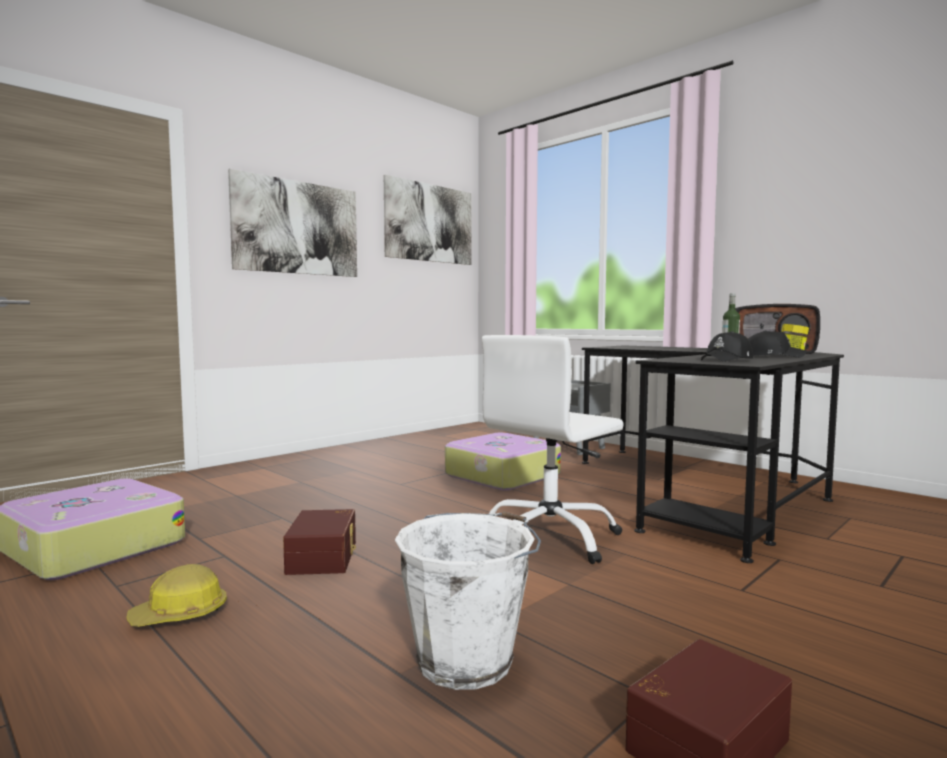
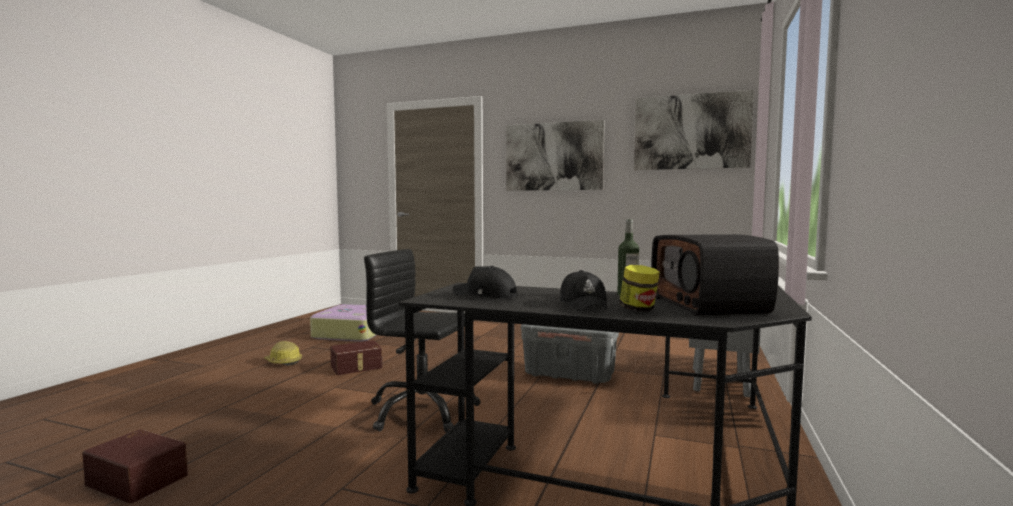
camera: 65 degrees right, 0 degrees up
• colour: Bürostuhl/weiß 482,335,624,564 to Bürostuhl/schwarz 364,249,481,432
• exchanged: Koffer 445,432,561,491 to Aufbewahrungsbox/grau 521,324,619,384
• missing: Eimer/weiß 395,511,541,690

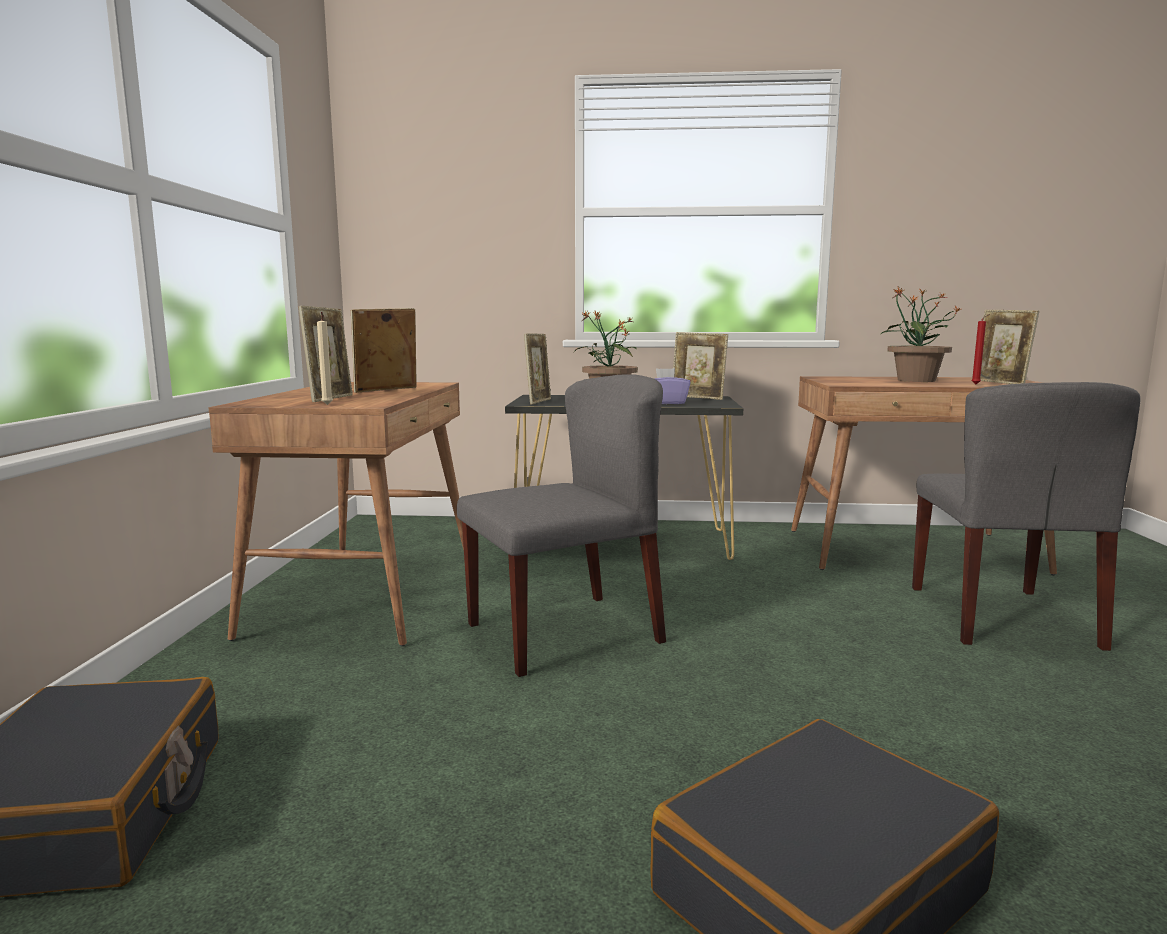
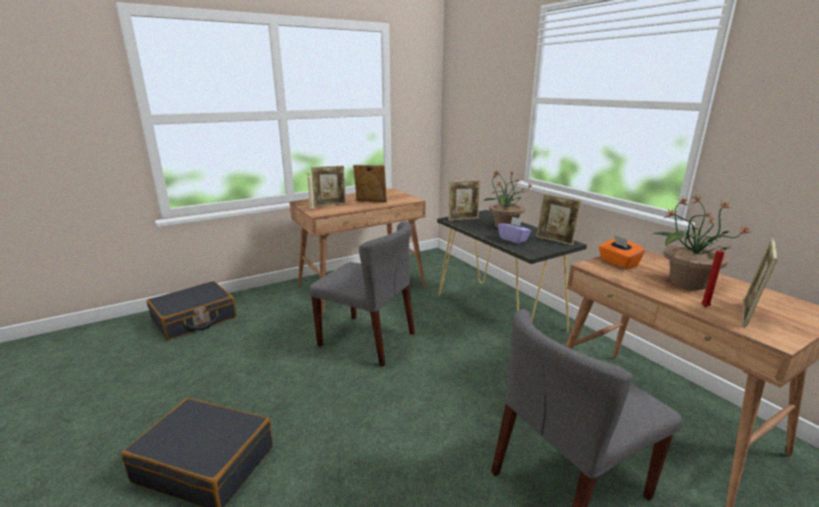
camera: 55 degrees right, 10 degrees up
• spun: Bilderrahmen 673,332,728,400 = 536,194,582,246 45 degrees counterclockwise
• appeared: Taschentuchbox/orange 599,235,645,269

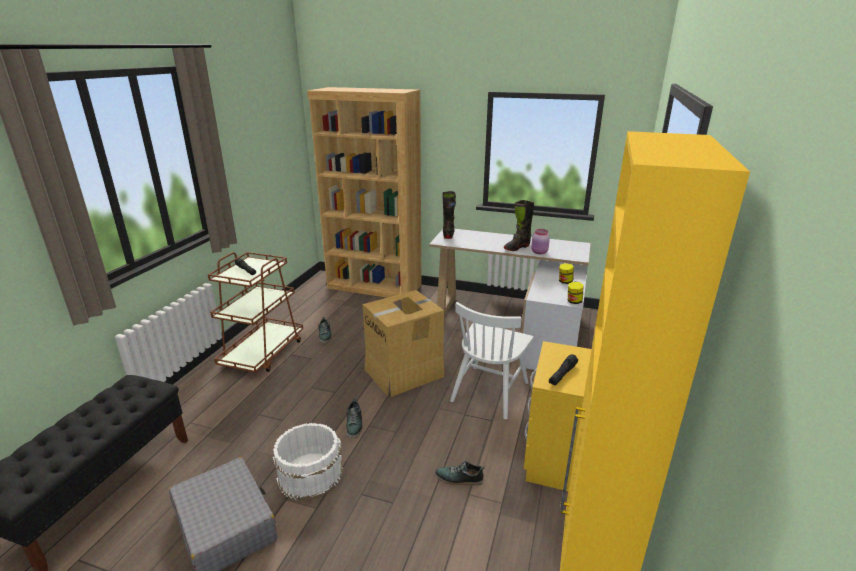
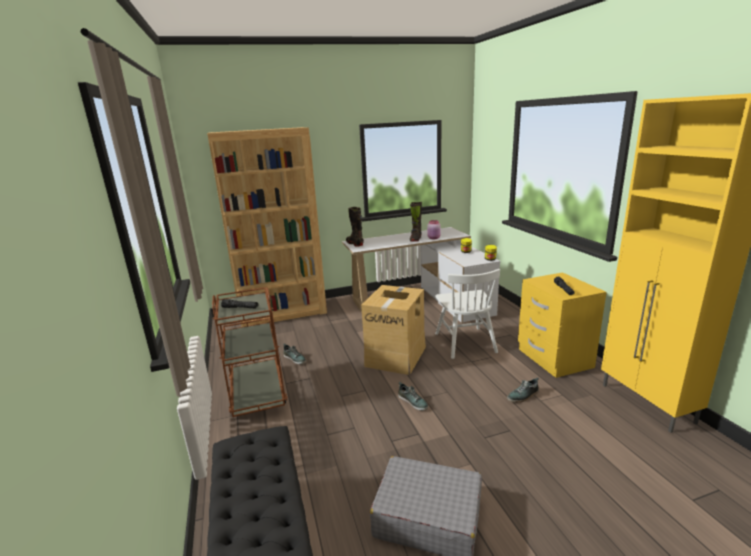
camera: 35 degrees left, 5 degrees down
• missing: Eimer/weiß 273,423,343,501

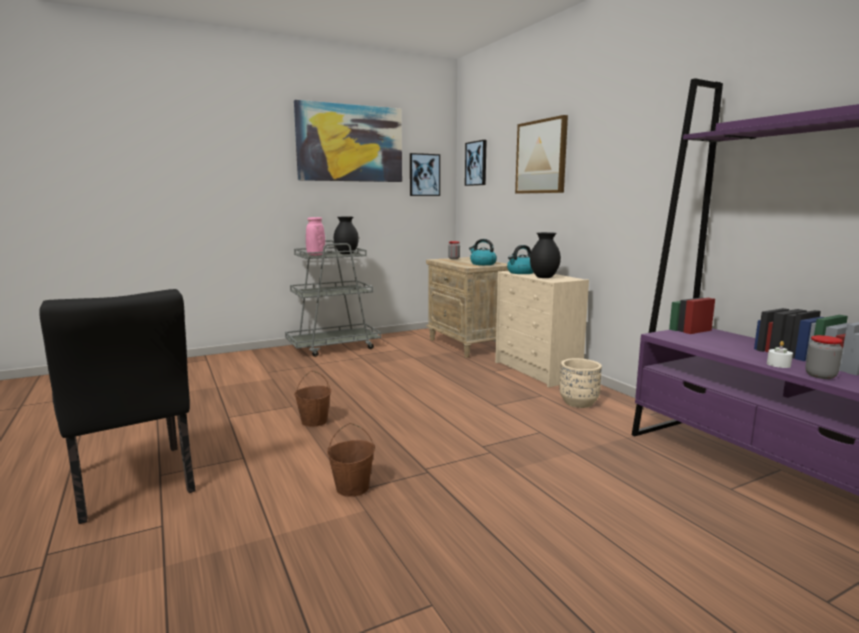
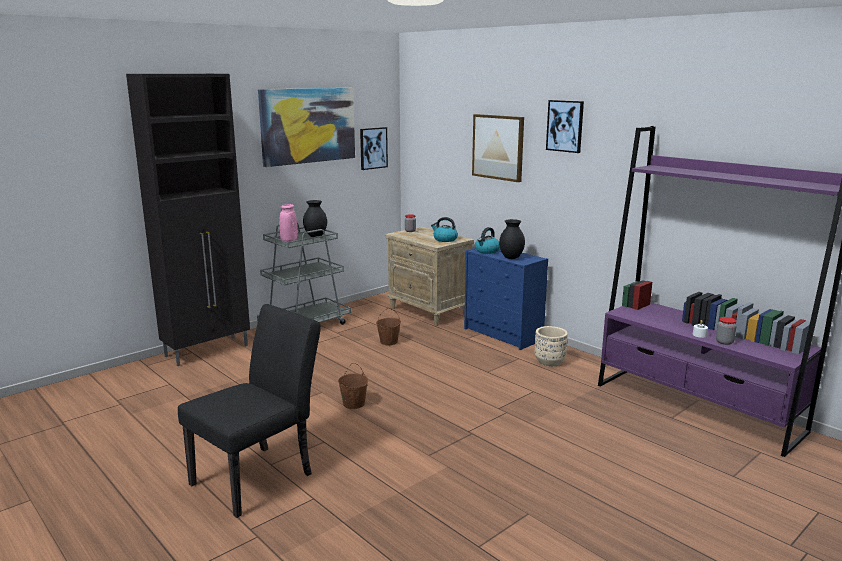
camera: 15 degrees left, 5 degrees up
• appeared: Schrank/schwarz 126,74,250,366
• spun: Stuhl/schwarz 39,289,195,524 = 178,304,321,518 90 degrees counterclockwise
• relocated: Eimer/braun 327,423,375,497 to 376,308,401,345
• colour: Kommode/beige 495,271,589,387 to Kommode/blau 464,248,548,350
• relocated: Bild 465,140,487,186 to 546,100,584,153

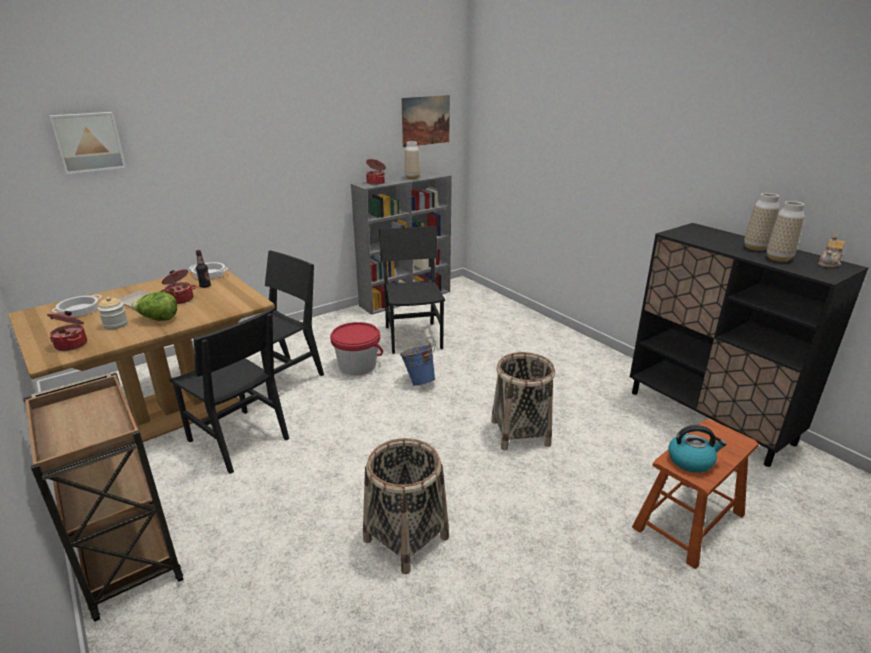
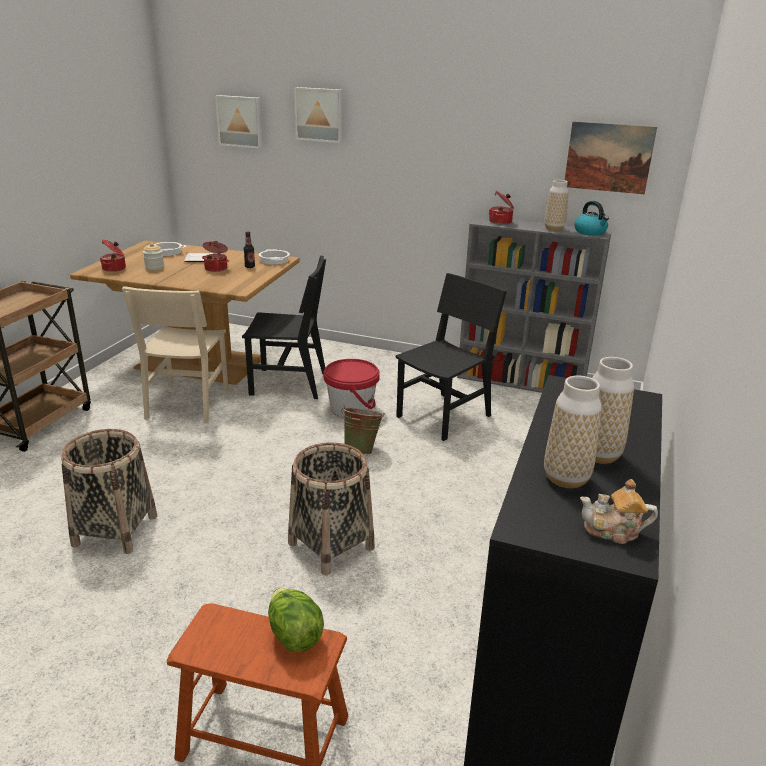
camera: 55 degrees right, 0 degrees up
• colour: Stuhl/schwarz 169,308,289,474 to Stuhl/beige 122,286,228,424
• relocated: Salatkopf 131,292,177,321 to 268,588,324,652
• appeared: Bild 294,87,343,143
• colour: Eimer/blau 400,343,435,386 to Eimer/grün 341,406,385,455
• relocated: Wasserkessel 668,425,726,472 to 574,201,609,236

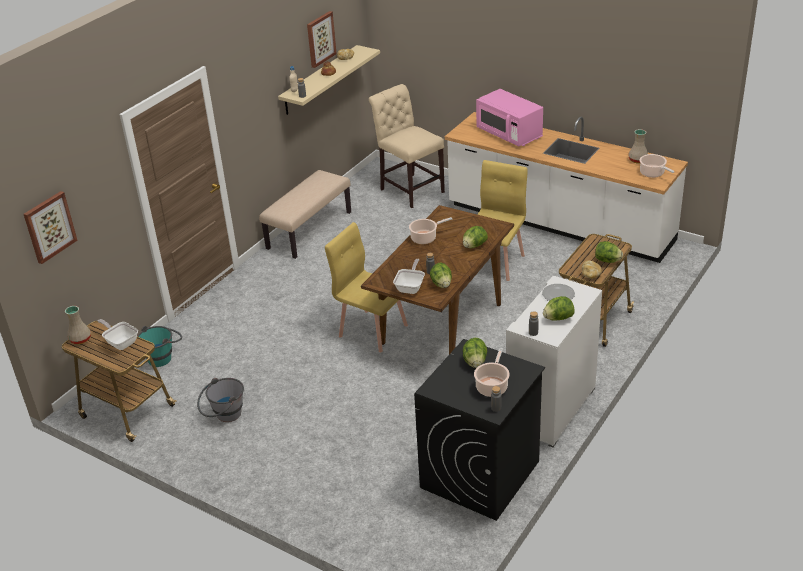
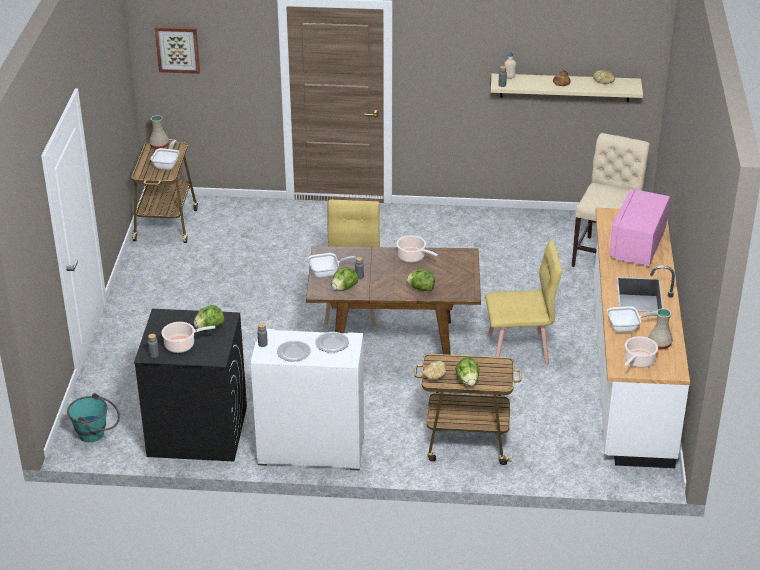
camera: 60 degrees right, 0 degrees up
• relocated: Eimer/türkis 137,326,182,367 to 67,393,120,442
• exchanged: Salatkopf 543,296,575,320 to Teller 277,340,311,362
• appeared: Pfanne 607,306,657,333
• missing: Eimer/grau 197,378,244,422
• missing: Bank/beige 259,170,351,259
• missing: Bild 307,11,337,68

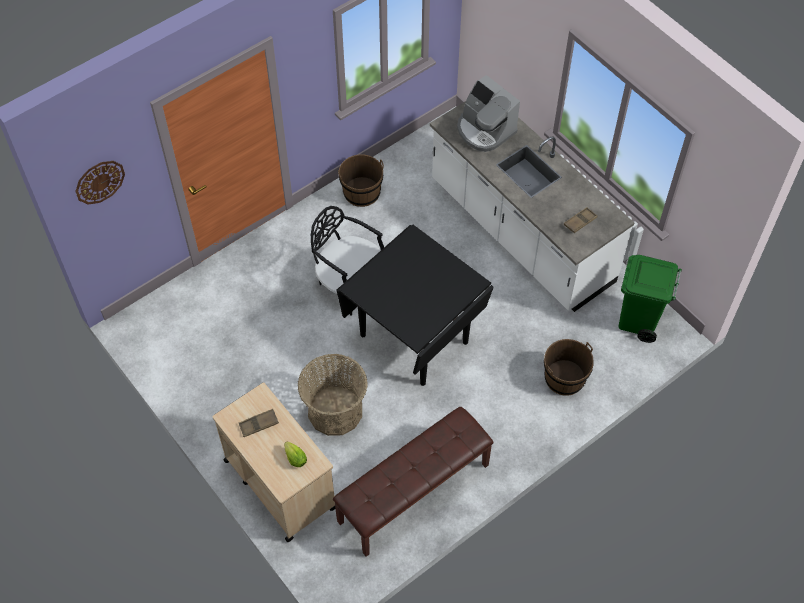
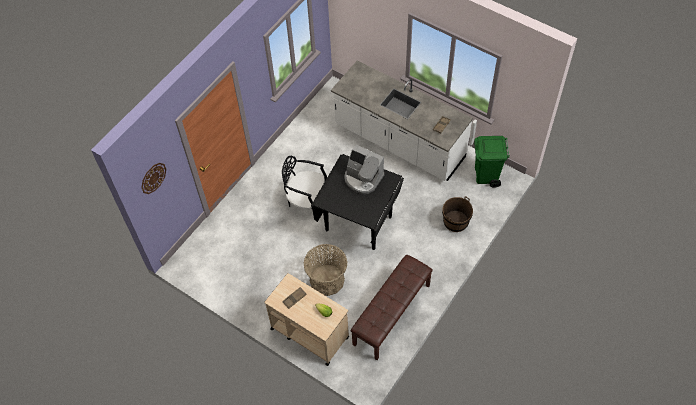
camera: 15 degrees left, 0 degrees up
• relocated: Kaffeemaschine 457,75,520,152 to 344,145,385,194
• missing: Eimer/braun 338,154,384,207

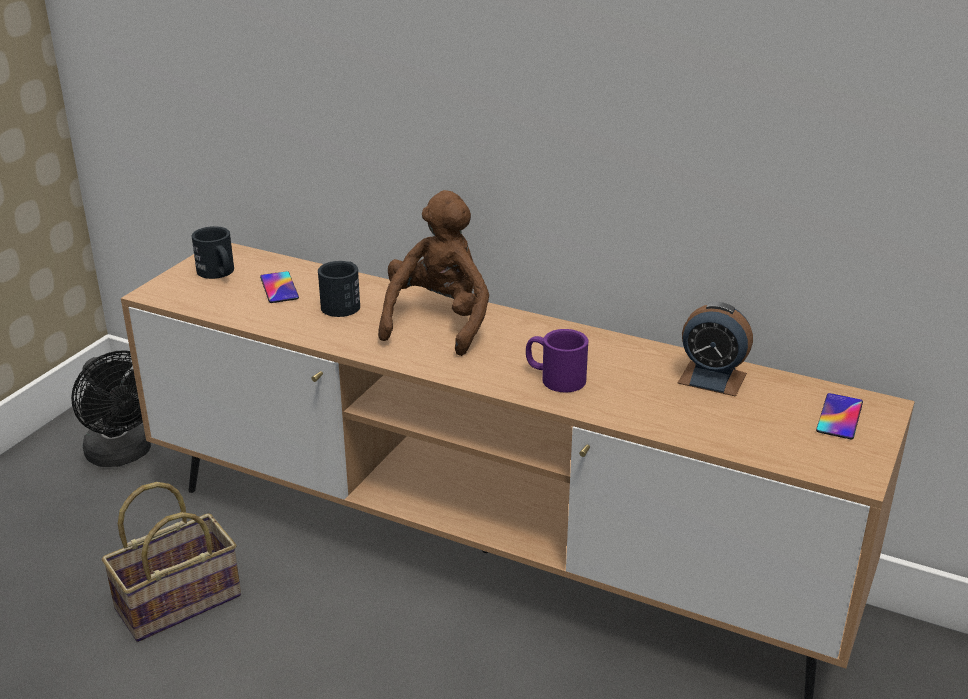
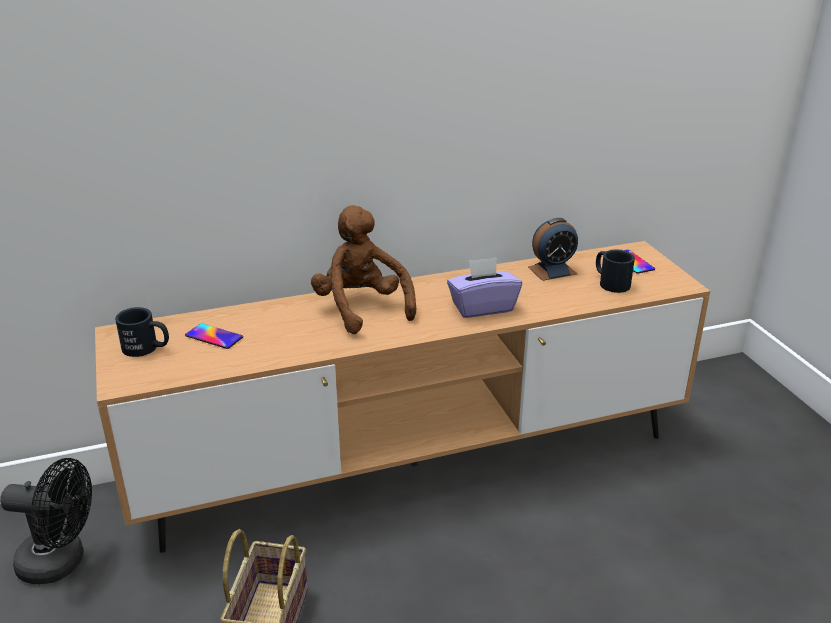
camera: 45 degrees left, 0 degrees up
• exchanged: Henkelbecher/lila 526,329,588,392 to Taschentuchbox/lila 447,257,522,318
• relocated: Henkelbecher/schwarz 318,261,360,317 to 596,250,635,293

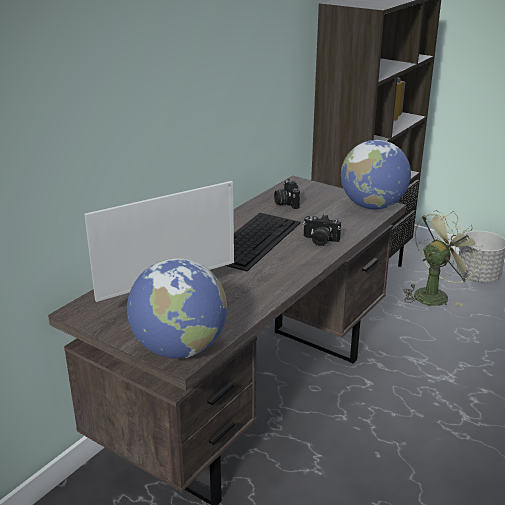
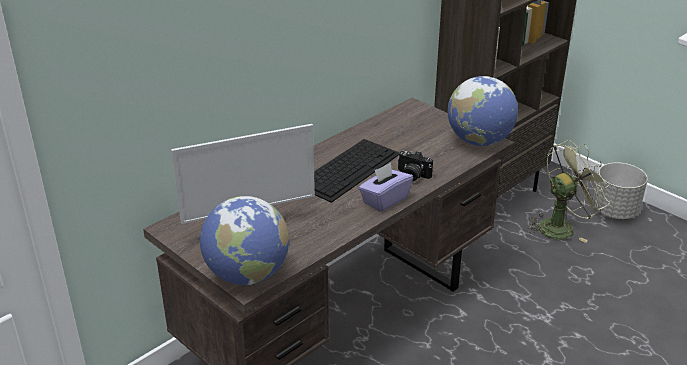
camera: 10 degrees right, 5 degrees up
• appeared: Taschentuchbox/lila 359,163,413,212
• missing: Kamera 274,179,300,209

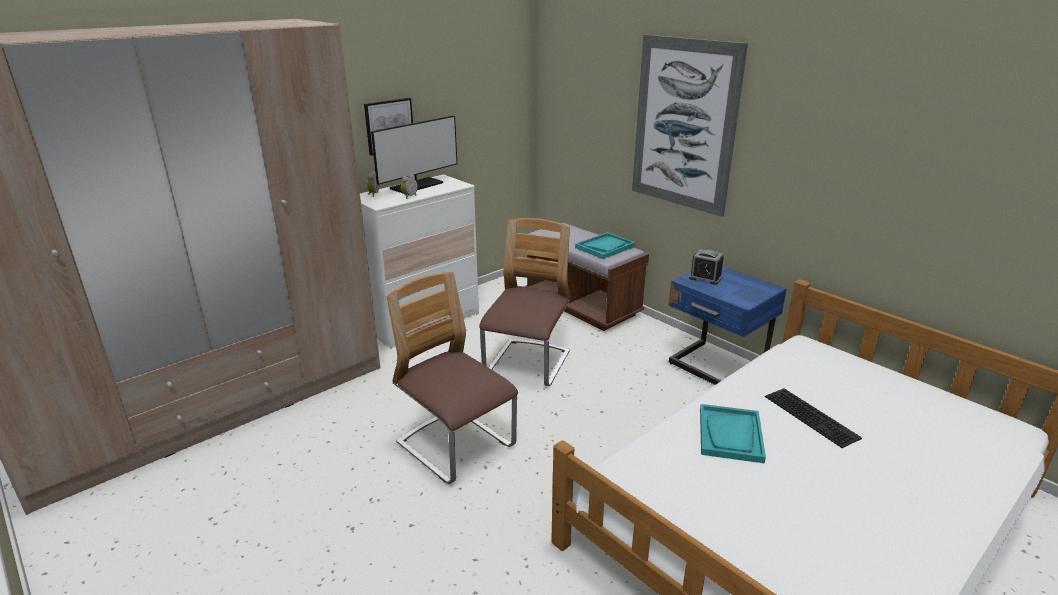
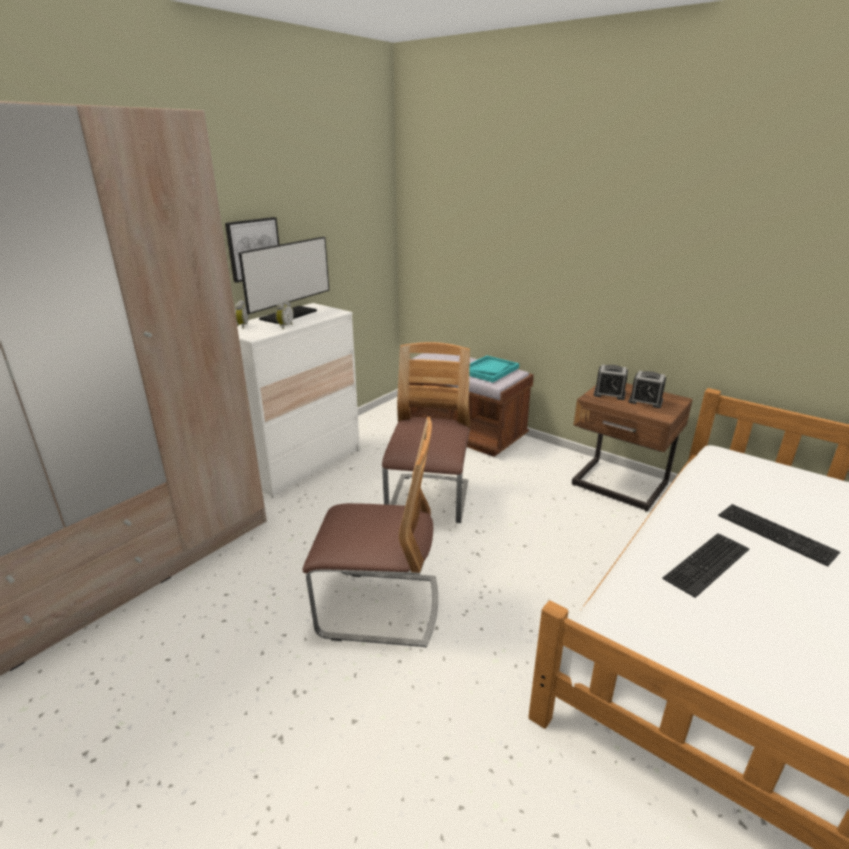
camera: 10 degrees left, 0 degrees up
• spun: Stuhl 386,272,518,484 = 303,417,438,648 150 degrees clockwise
• colour: Nachttisch/blau 668,266,787,385 to Nachttisch/braun 572,383,693,512
• appeared: Wecker 629,371,666,408
• exchanged: Tablett/türkis 700,404,766,463 to Tastatur 662,533,750,598
• missing: Bild 632,35,748,217

